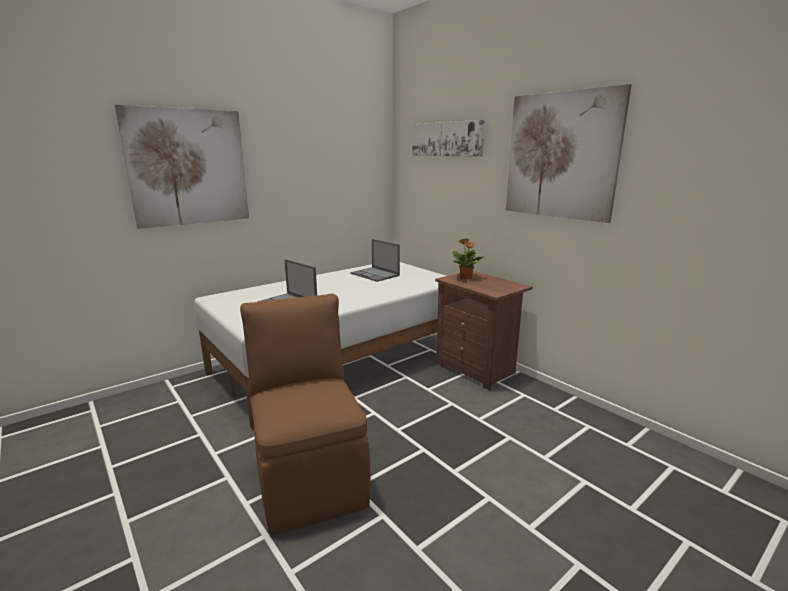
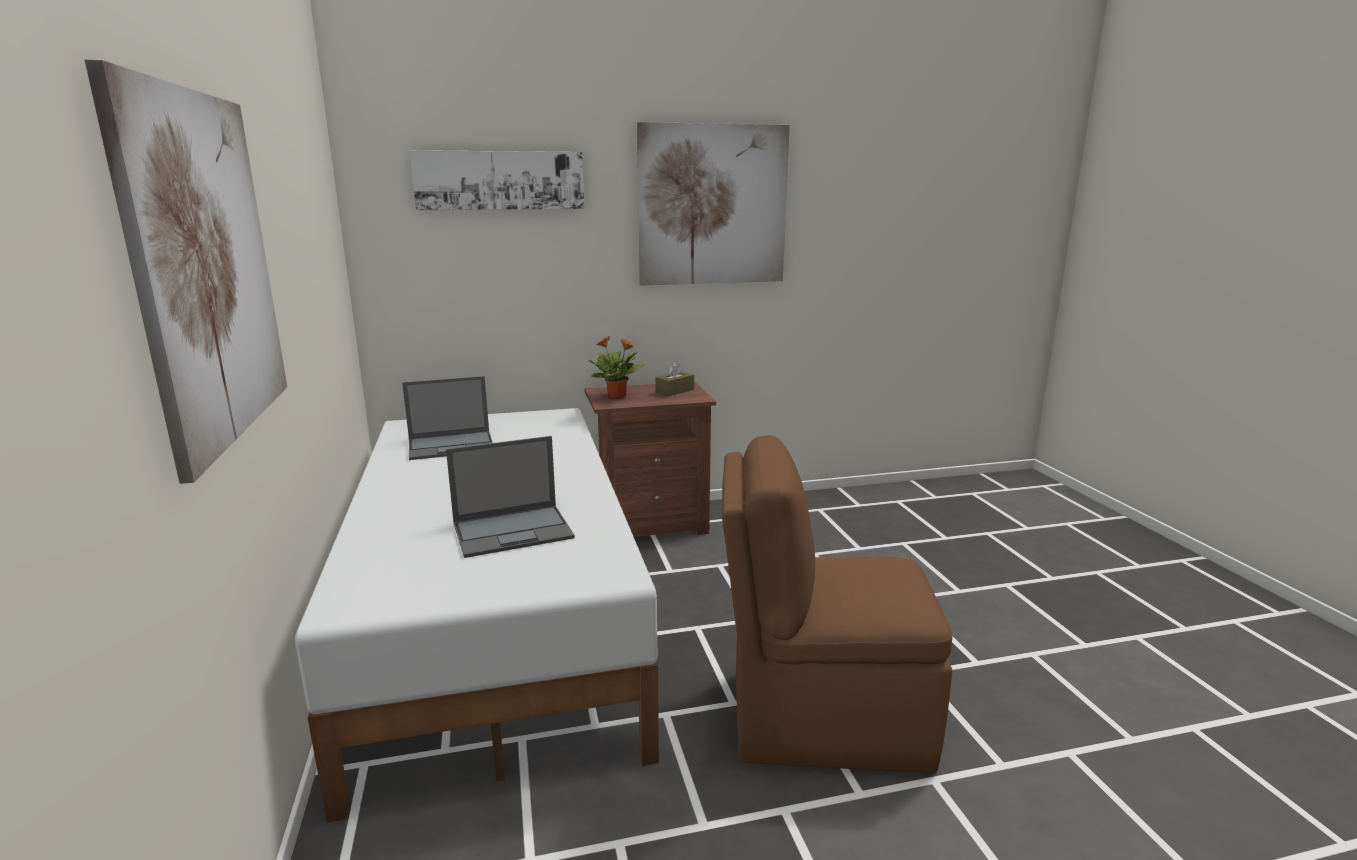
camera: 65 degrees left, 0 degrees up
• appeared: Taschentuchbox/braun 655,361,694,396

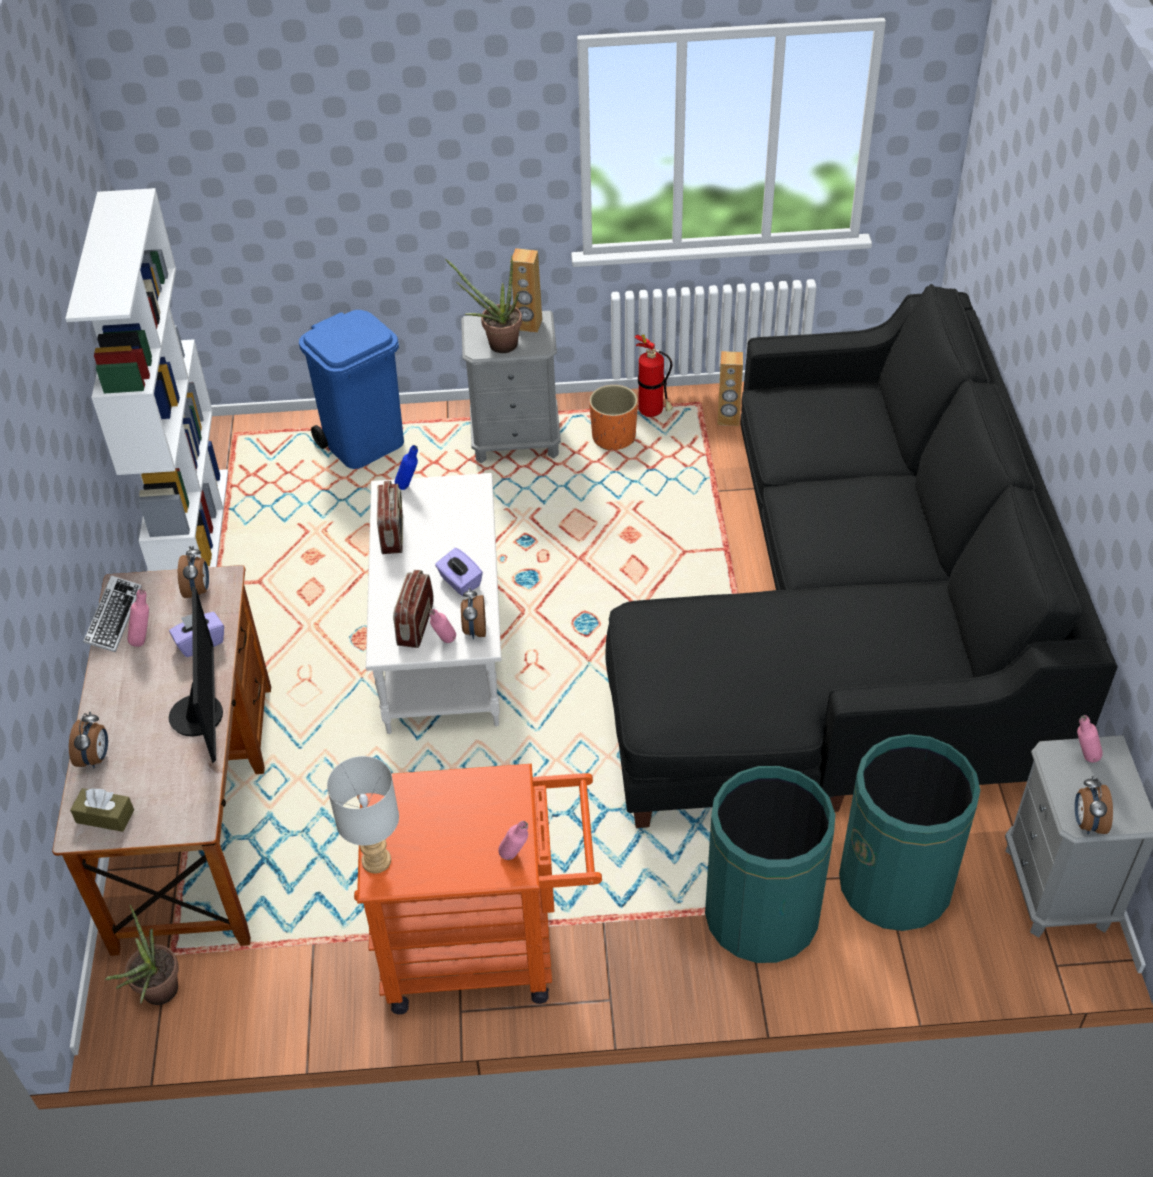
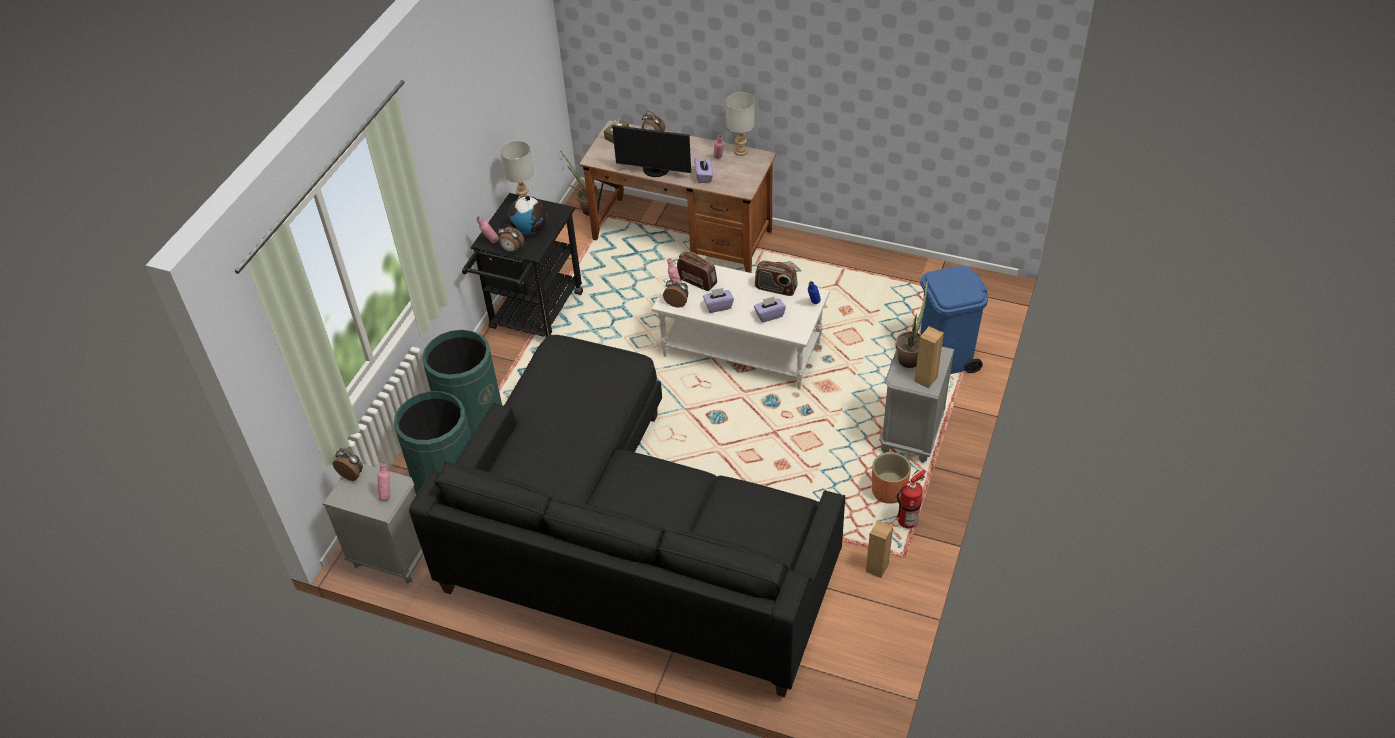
camera: 115 degrees right, 0 degrees up
• colour: Rollwagen/orange 354,764,602,1014 to Rollwagen/schwarz 462,193,583,338
• relocated: Wecker 178,546,209,598 to 498,225,525,252
• appeared: Globus 509,196,547,235
• exchanged: Tastatur 83,576,142,652 to Tischlampe/grau 726,92,755,156
• appeared: Taschentuchbox/lila 754,297,786,323
• missing: Bücherregal/weiß 65,188,228,571

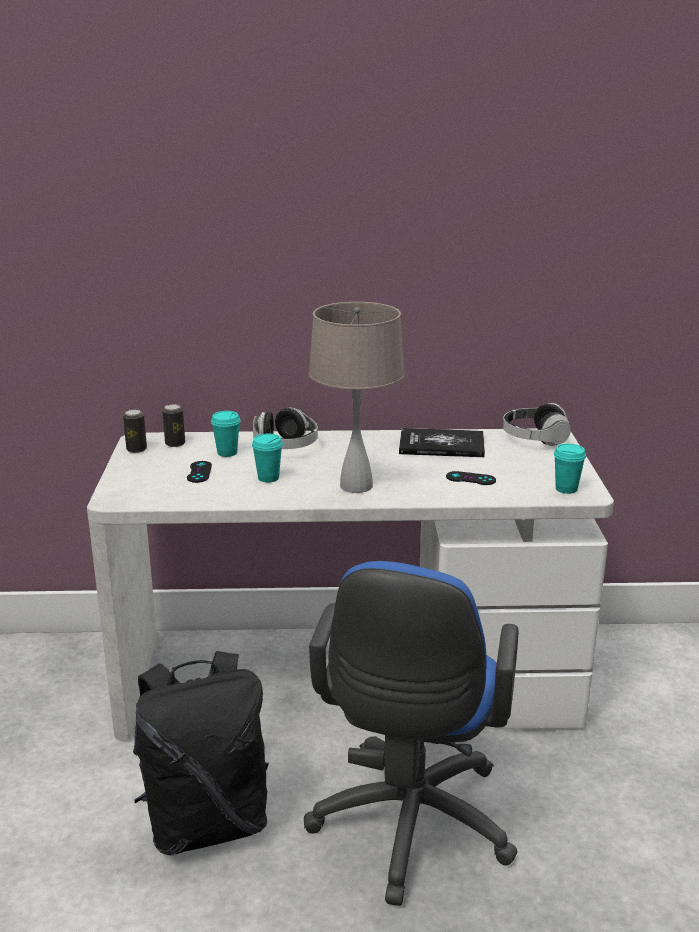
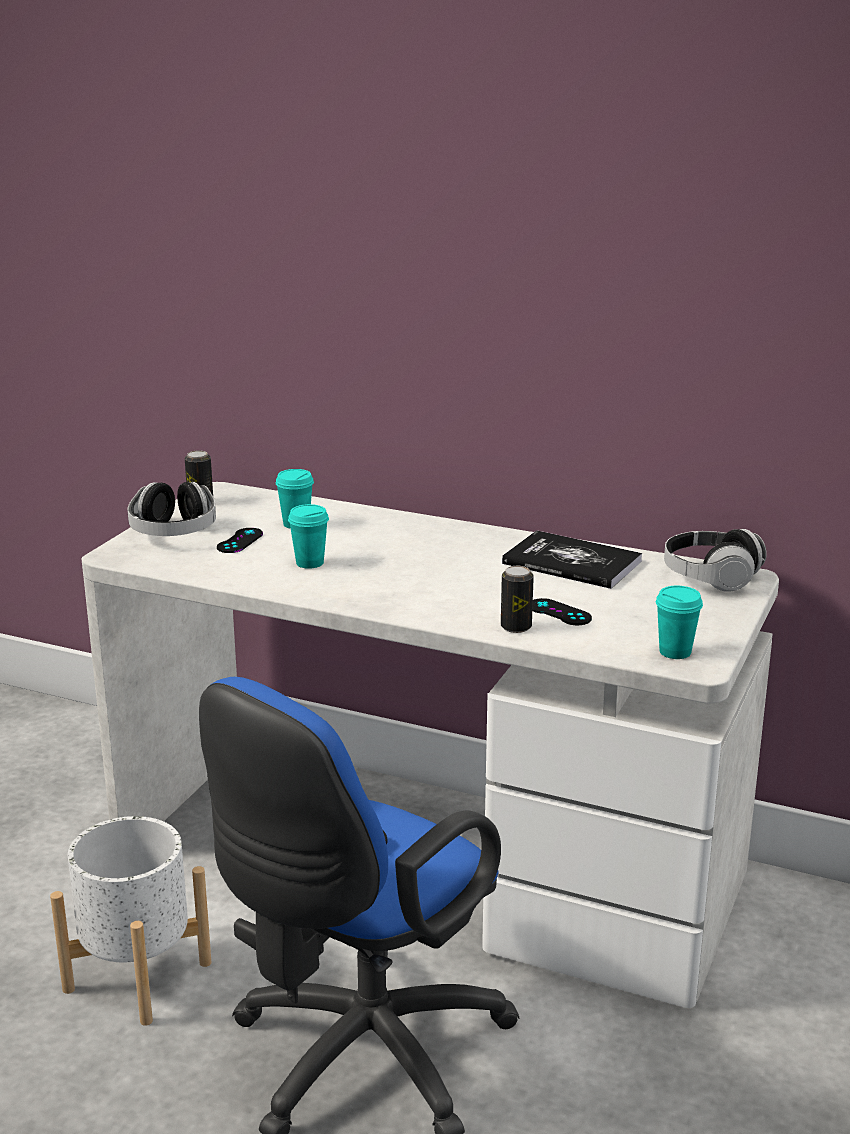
camera: 25 degrees right, 0 degrees up
• exchanged: Rucksack/schwarz 133,651,269,856 to Pflanzkübel/weiß 50,816,211,1026
• relocated: Kopfhörer 253,407,318,449 to 127,482,216,536
• relocated: Dose 162,404,185,447 to 501,566,534,633
• missing: Tischlampe/beige 309,302,405,493

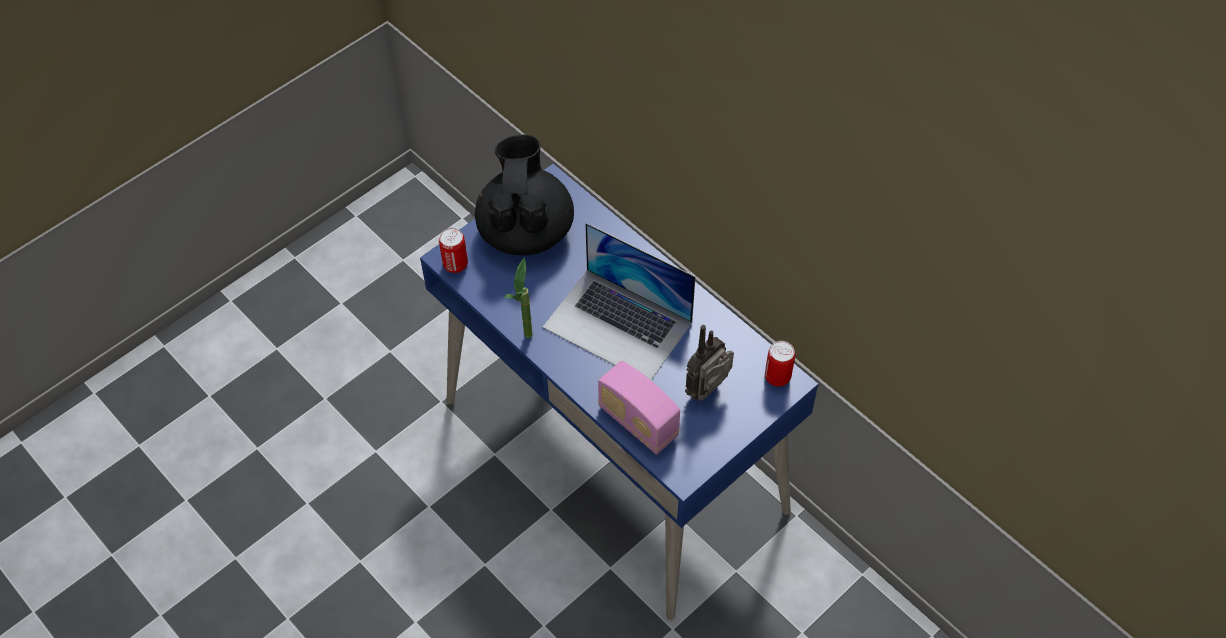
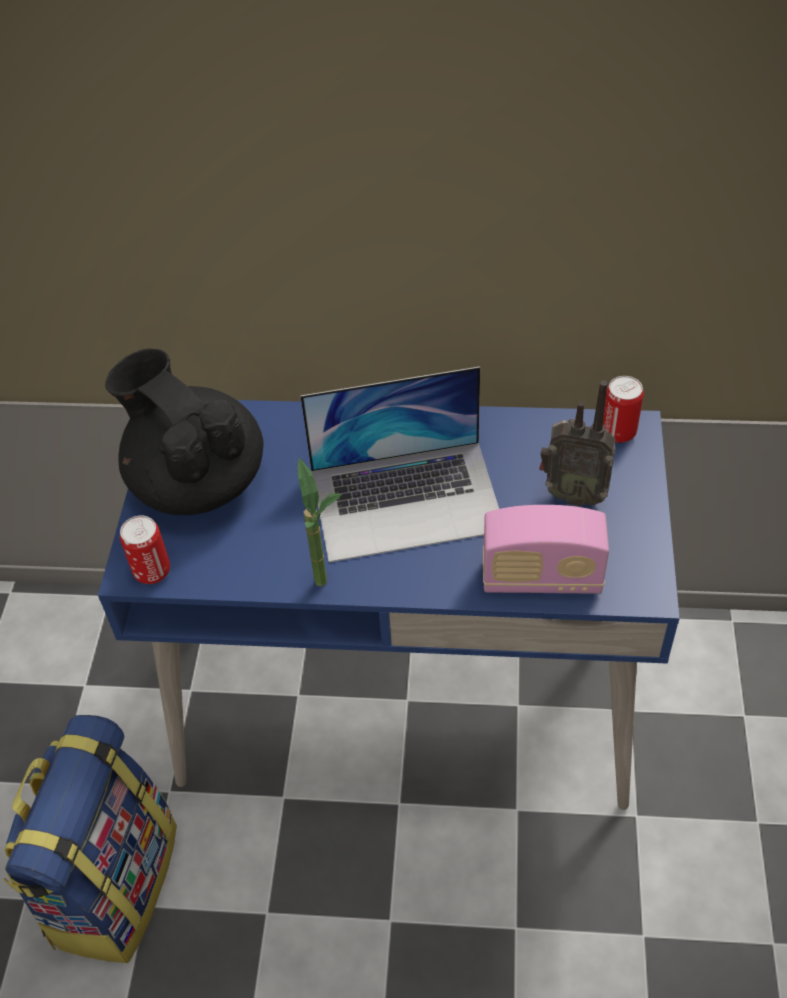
camera: 40 degrees left, 5 degrees down
• appeared: Rucksack 3,715,177,963
• spun: Radio 685,325,734,402 = 539,381,616,507 75 degrees counterclockwise

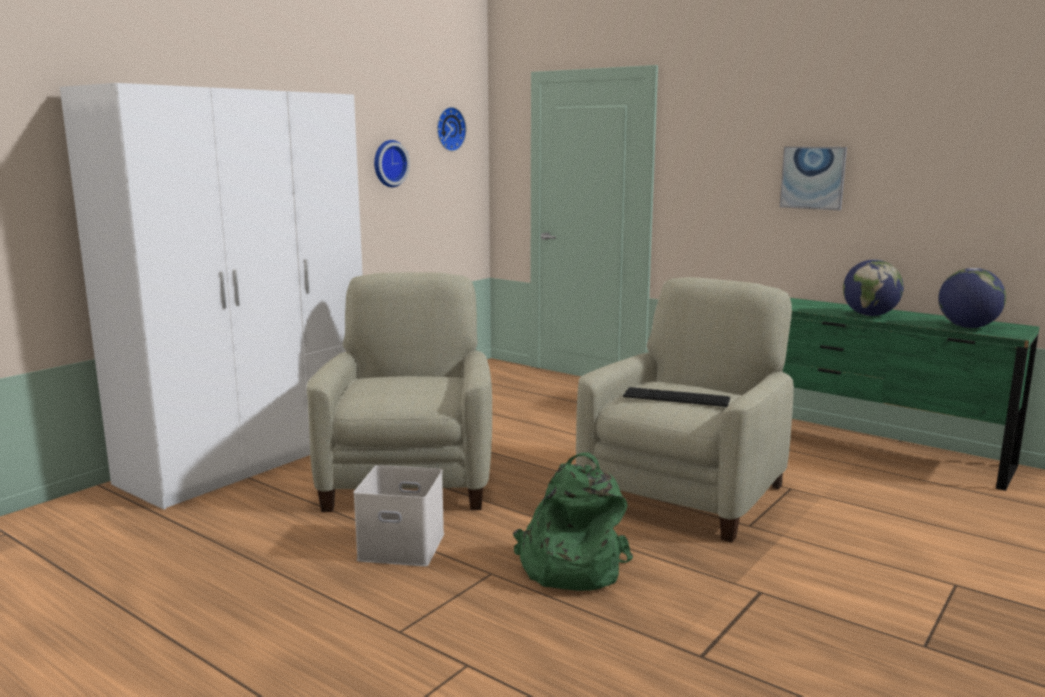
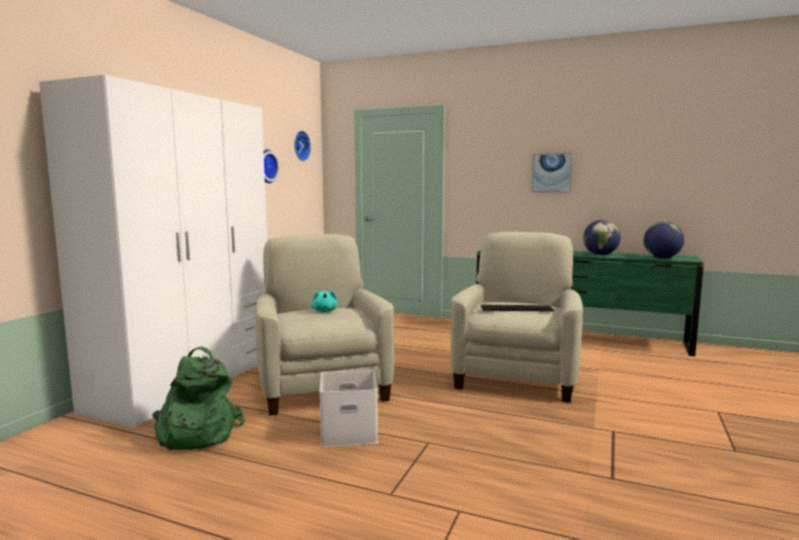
camera: 15 degrees left, 5 degrees down
• relocated: Rucksack/grün 513,452,633,591 to 152,346,245,450
• appeared: Plüschtier/türkis 311,291,338,312

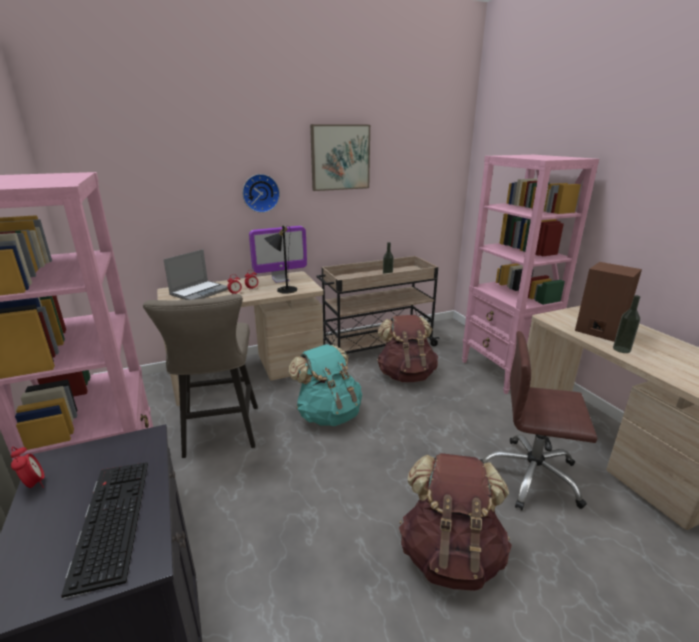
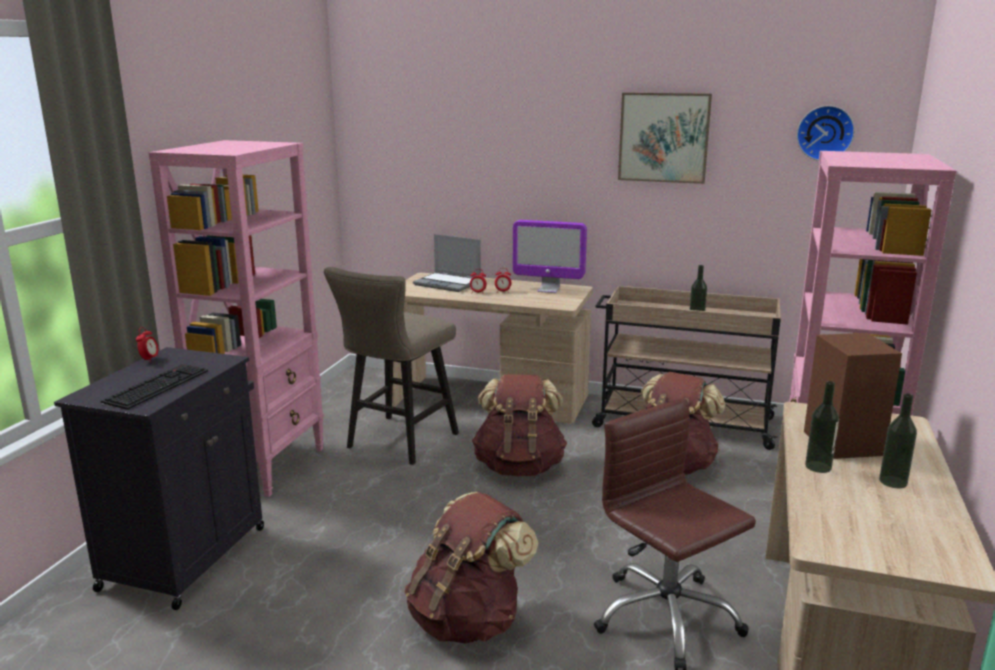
camera: 40 degrees right, 5 degrees down
• spun: Laptop 163,249,228,300 = 413,234,481,292 45 degrees clockwise
• colour: Rucksack/türkis 288,344,362,426 to Rucksack/braun 472,375,567,476
• relocated: Wanduhr 242,174,280,213 to 797,105,855,161
• appeared: Flasche 879,393,917,488
• missing: Tischlampe/schwarz 264,225,297,294

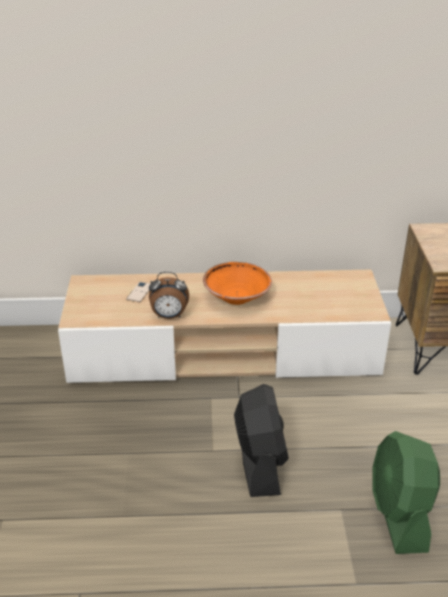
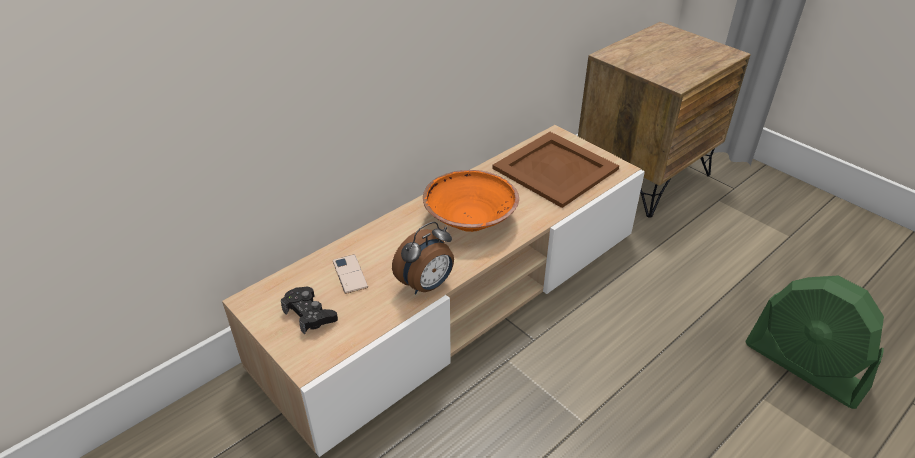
camera: 40 degrees left, 5 degrees up
• appeared: Gamepad/schwarz 281,287,338,335
• appeared: Tablett/braun 492,132,619,208
• missing: Ventilator/schwarz 234,384,289,497

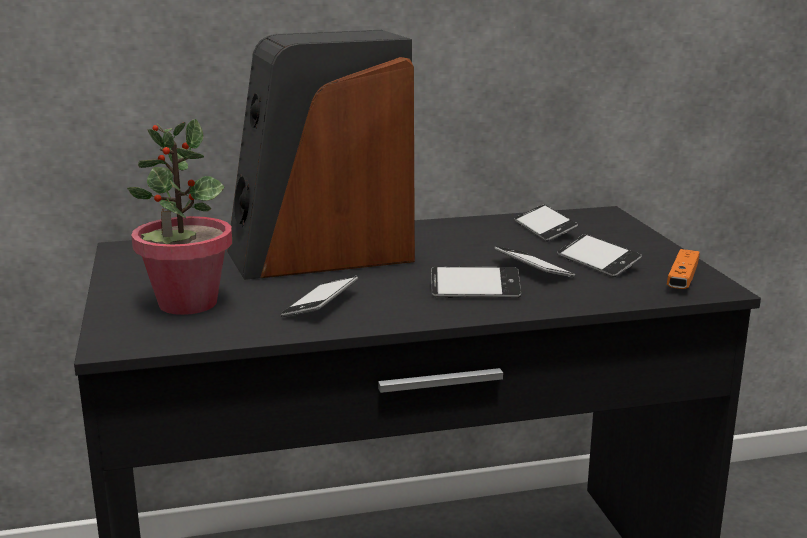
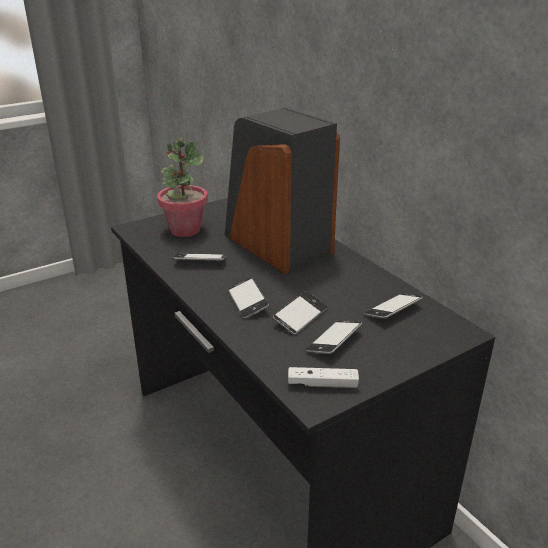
camera: 70 degrees right, 10 degrees up
• colour: Gamepad/orange 667,249,700,289 to Gamepad/weiß 288,367,359,388

